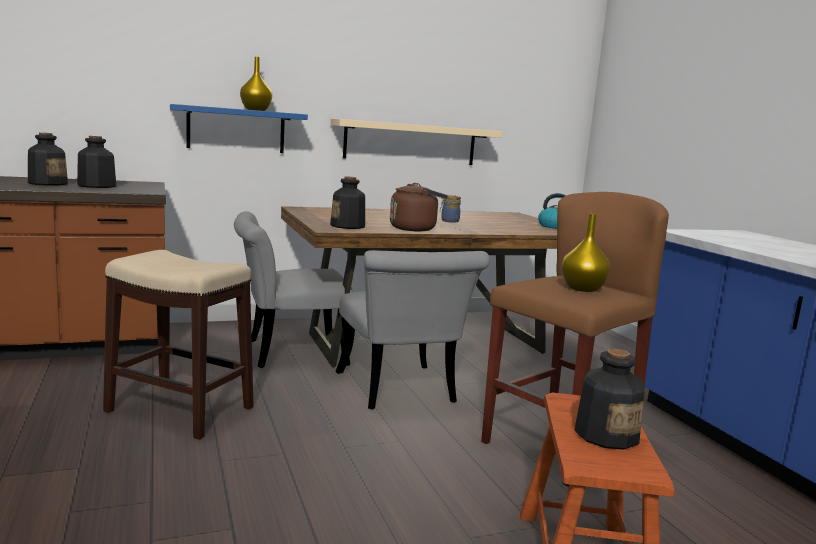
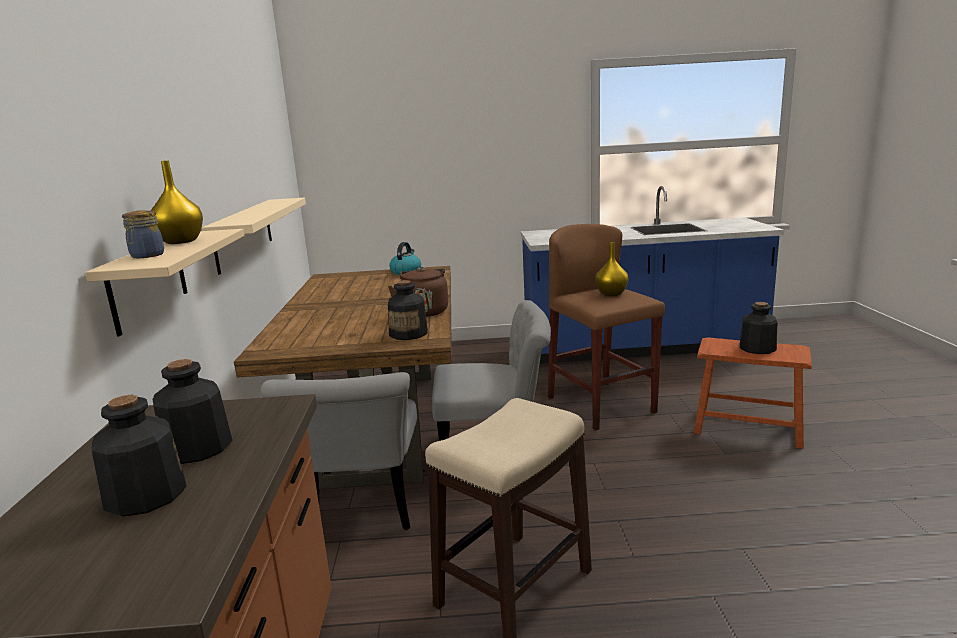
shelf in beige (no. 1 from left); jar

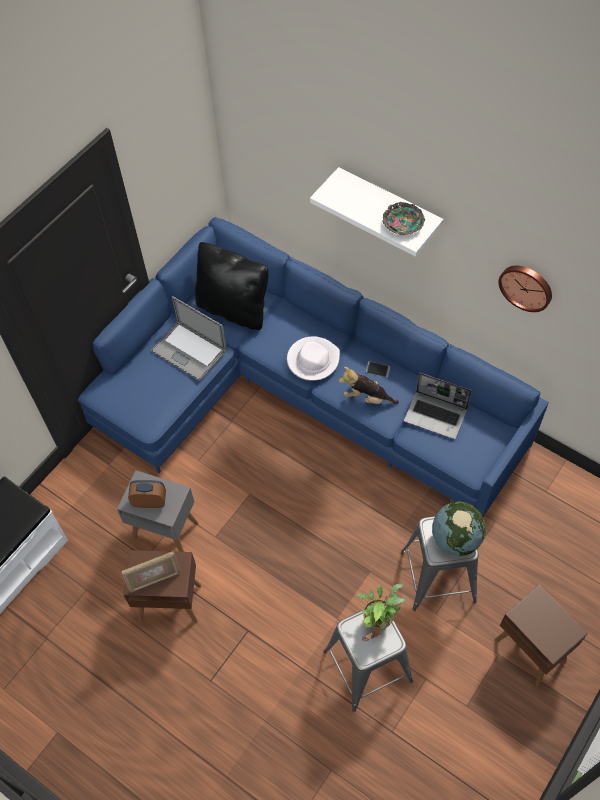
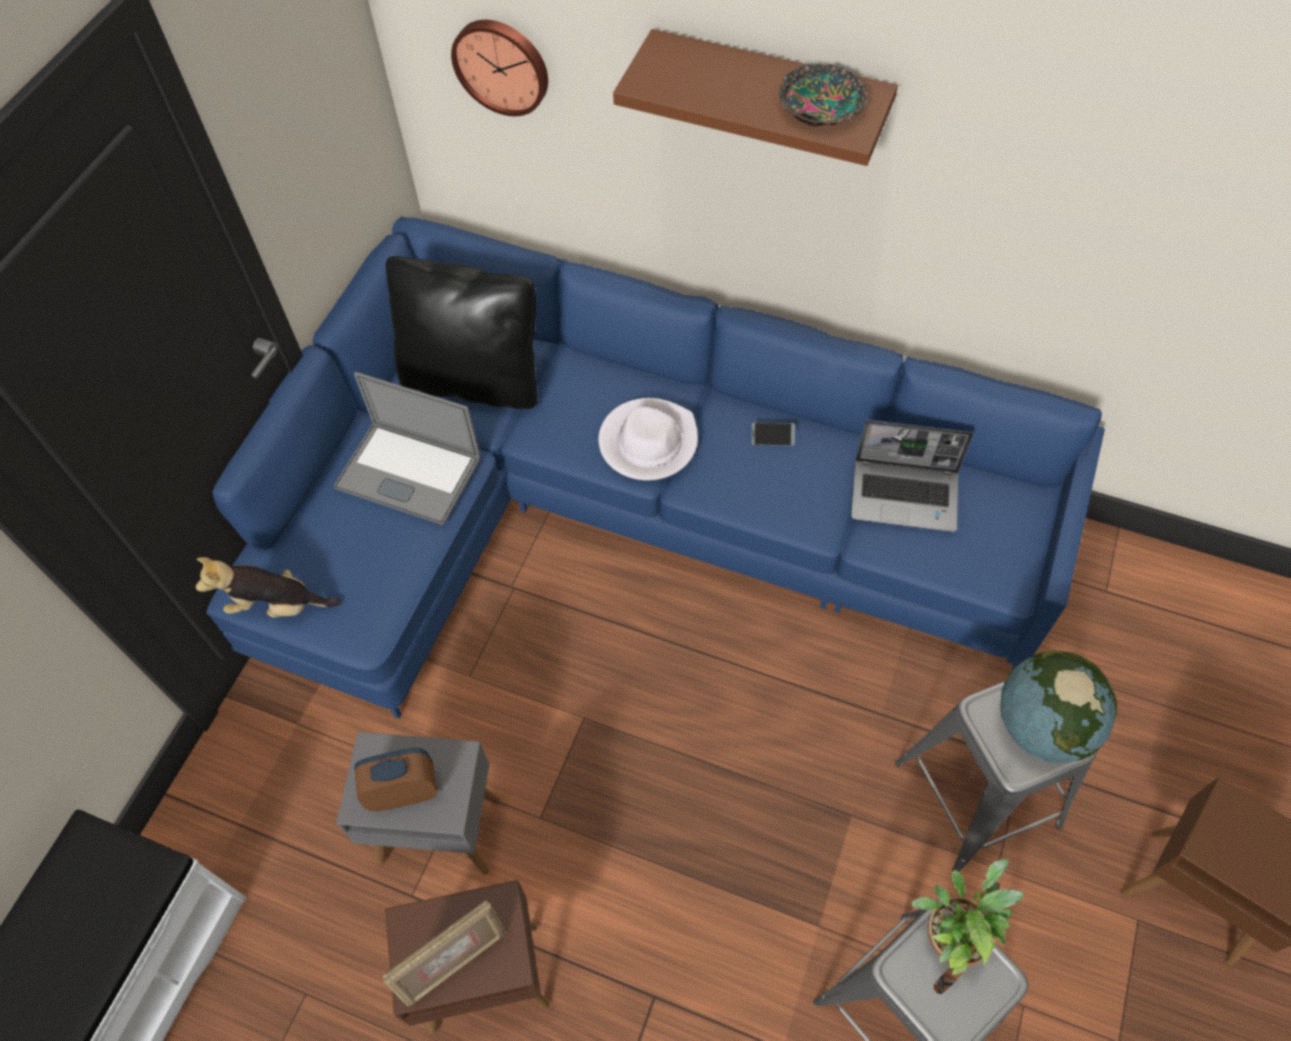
plush toy; wall clock; shelf in brown

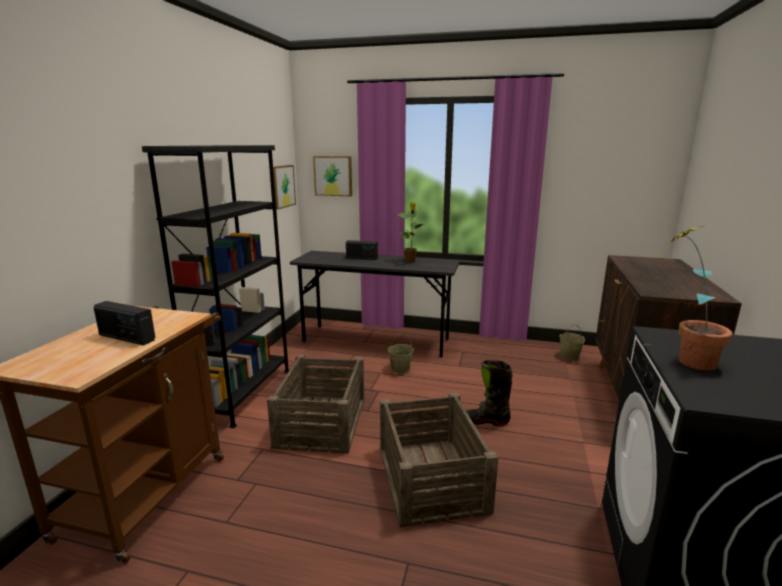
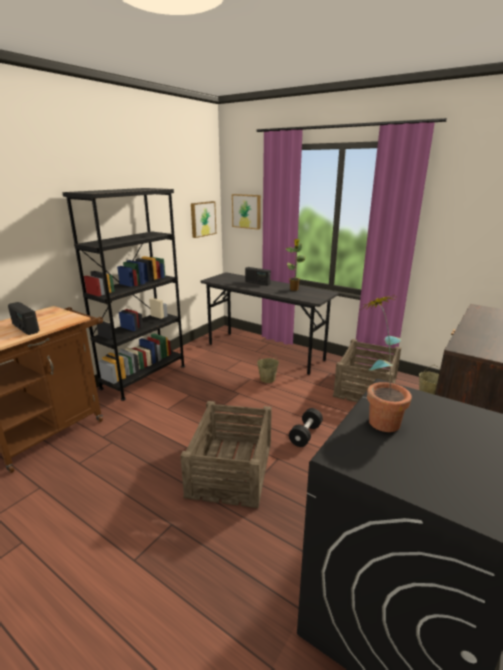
dumbbell in black; crate (no. 2 from left)

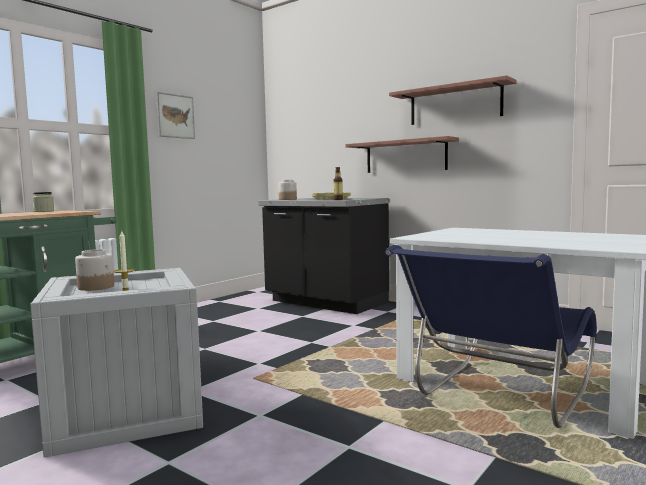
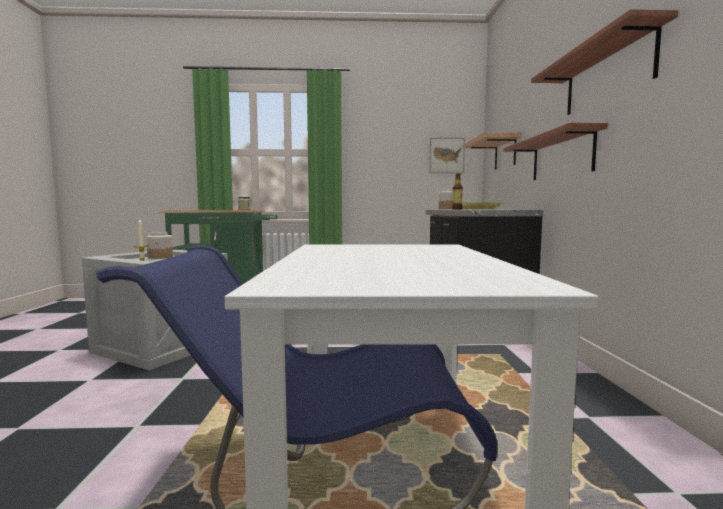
picture; shelf (no. 1 from left)

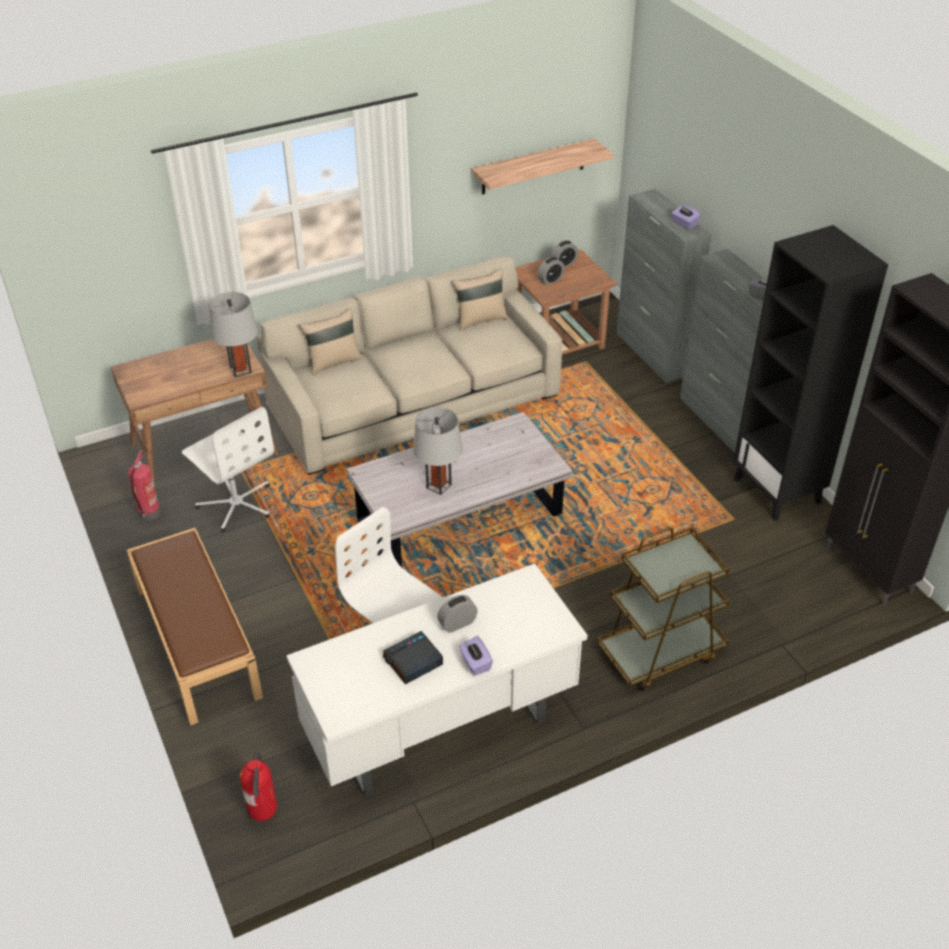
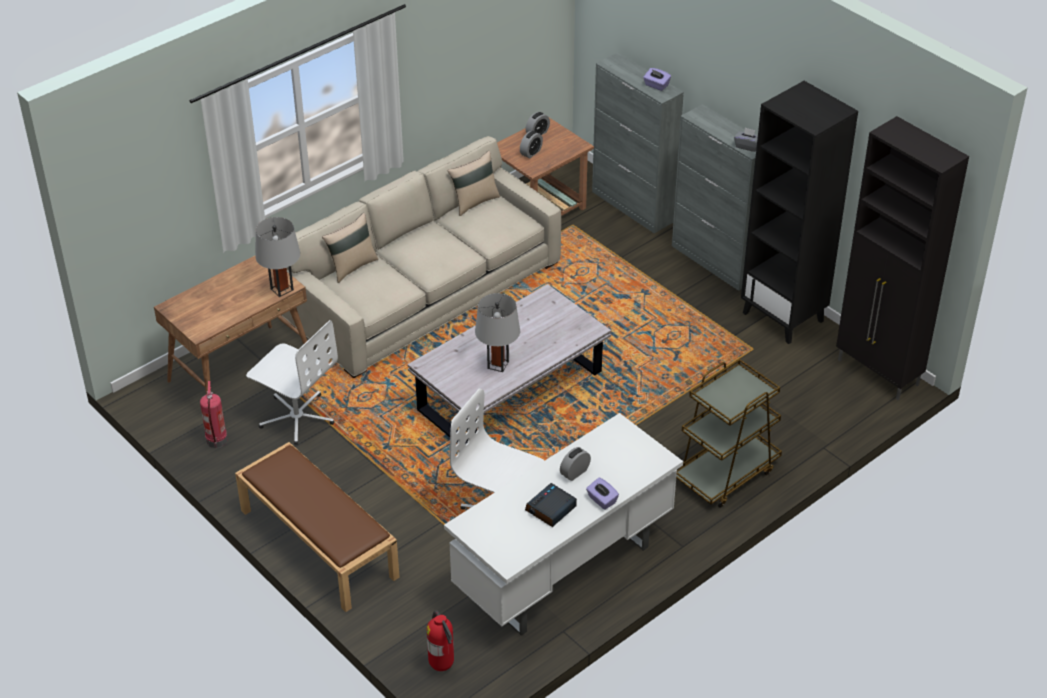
shelf

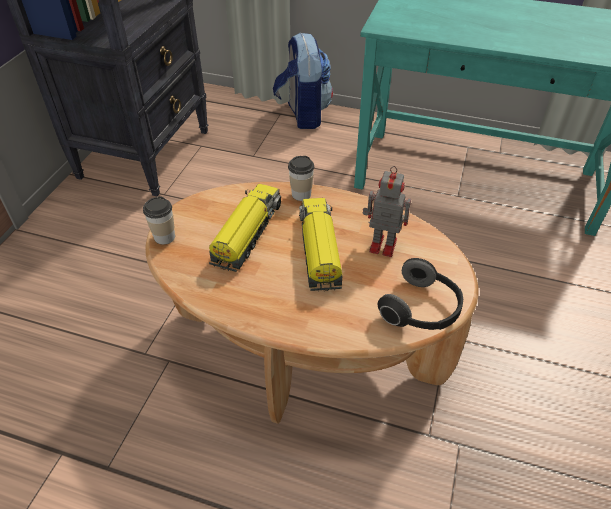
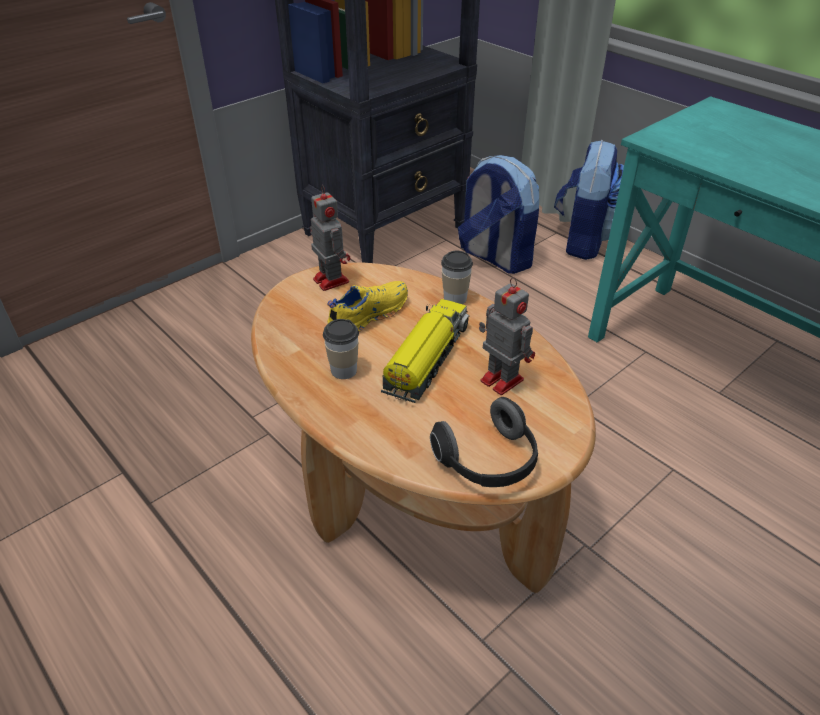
toy robot (no. 1 from left); cup (no. 1 from left); shoe in yellow; backpack (no. 1 from left)

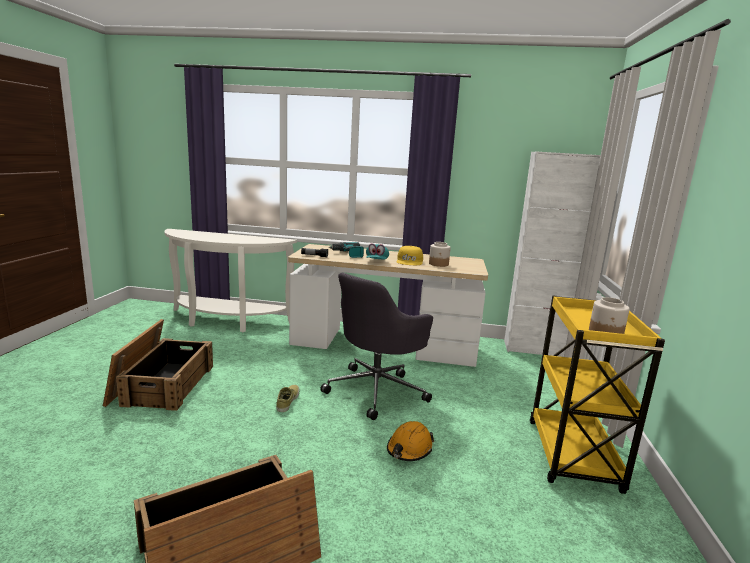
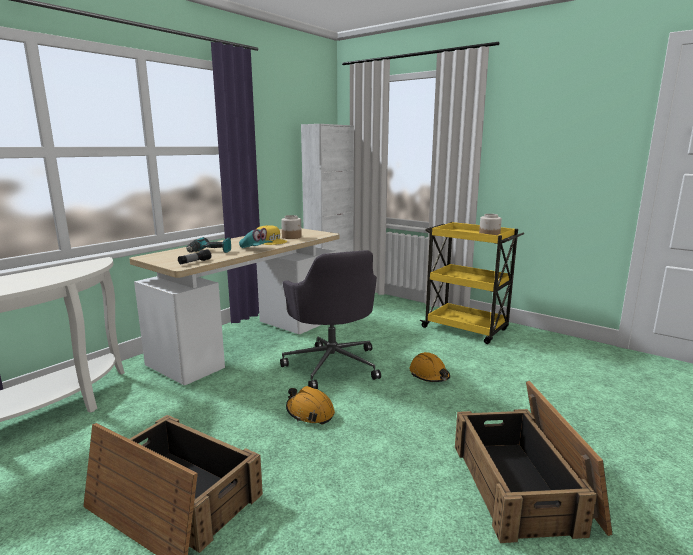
hard hat in orange (no. 1 from left)

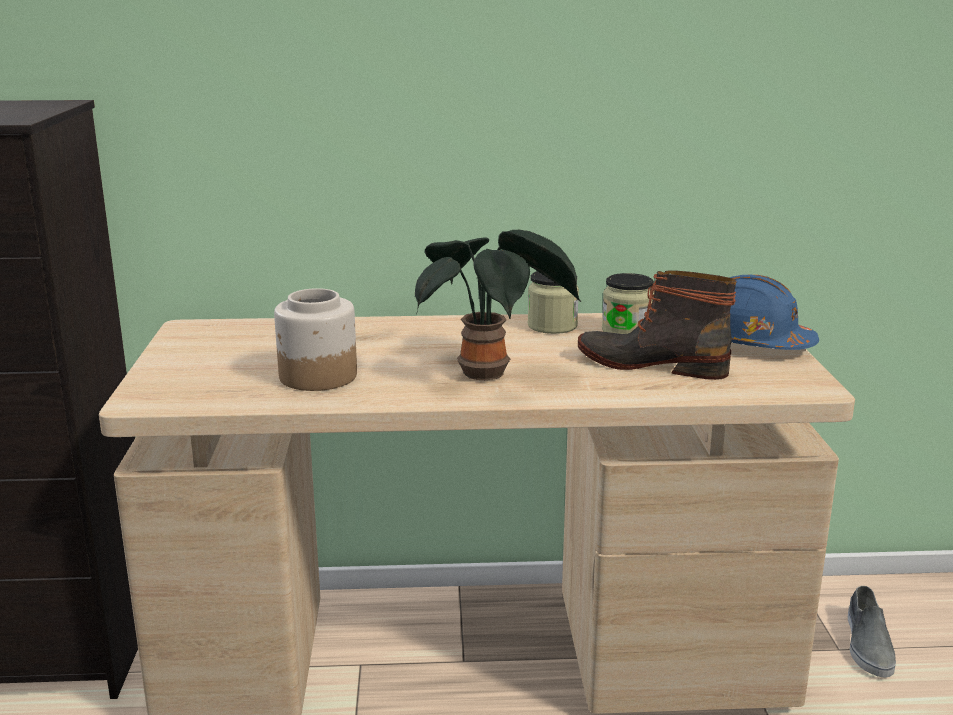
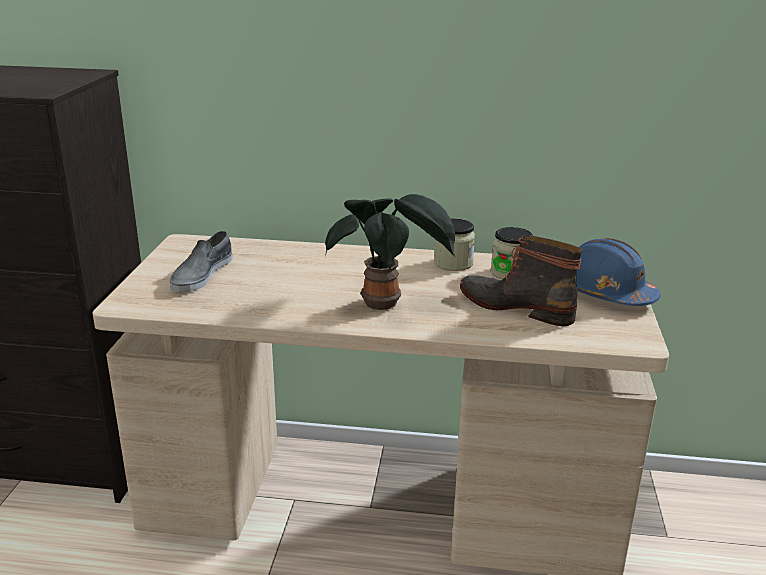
shoe in grey; jar (no. 1 from left in the first image)

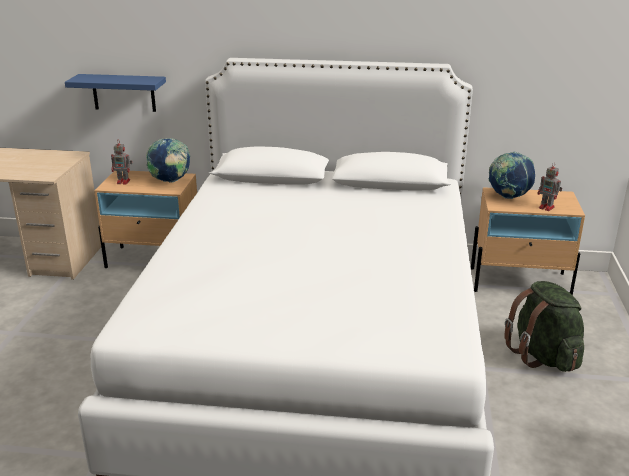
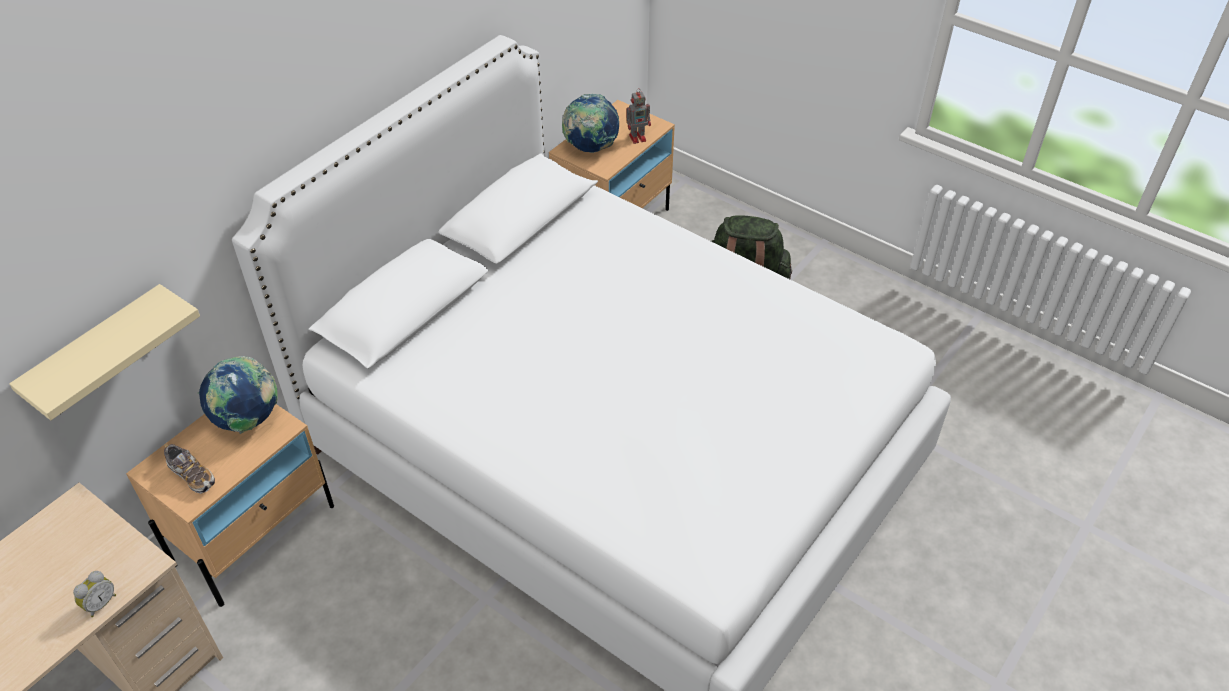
shelf in beige; alarm clock; shoe

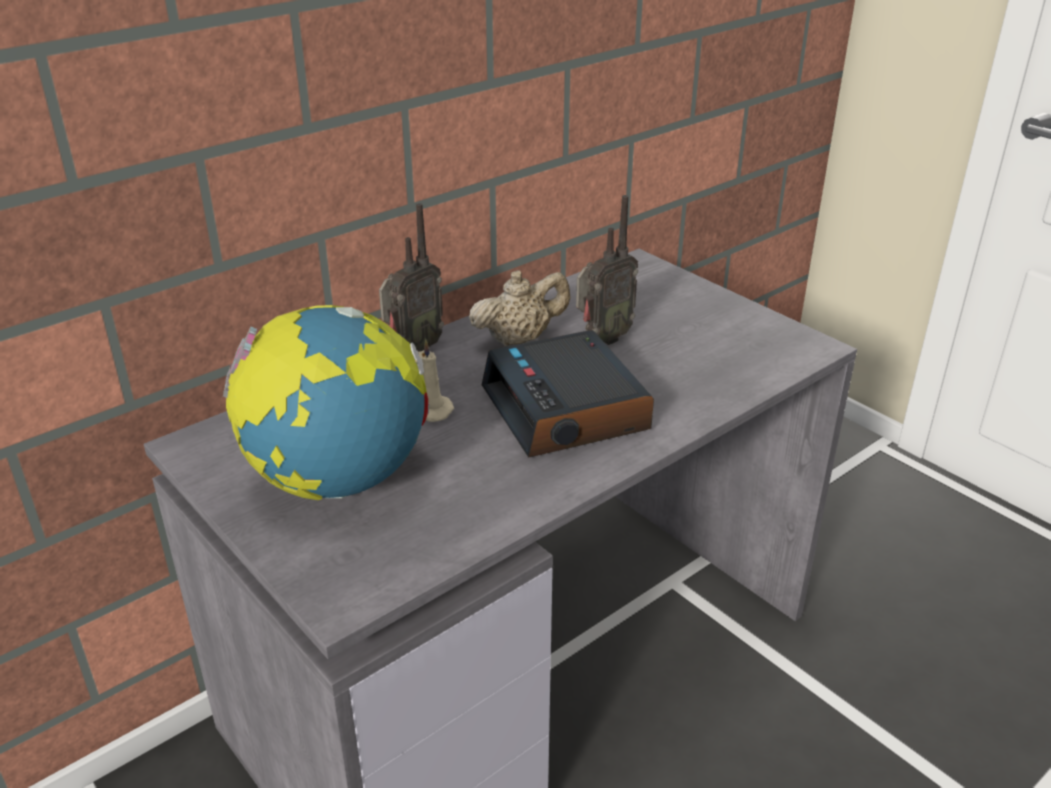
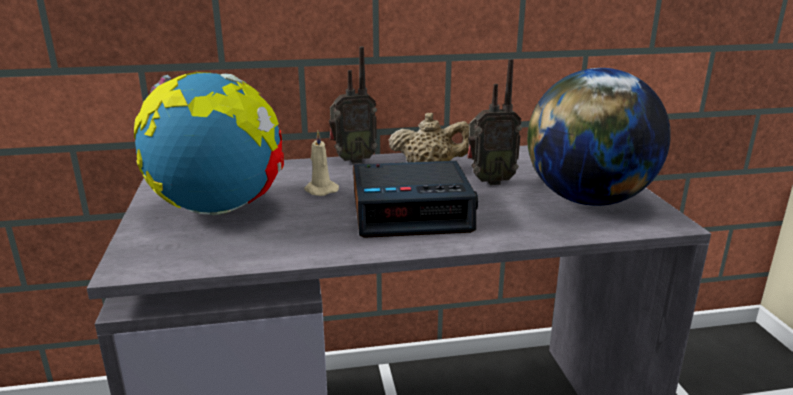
alarm clock; globe (no. 2 from left)

